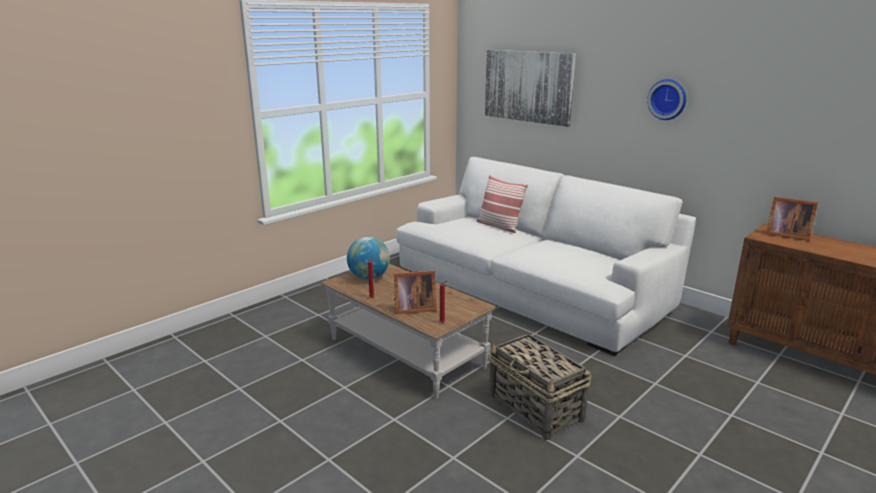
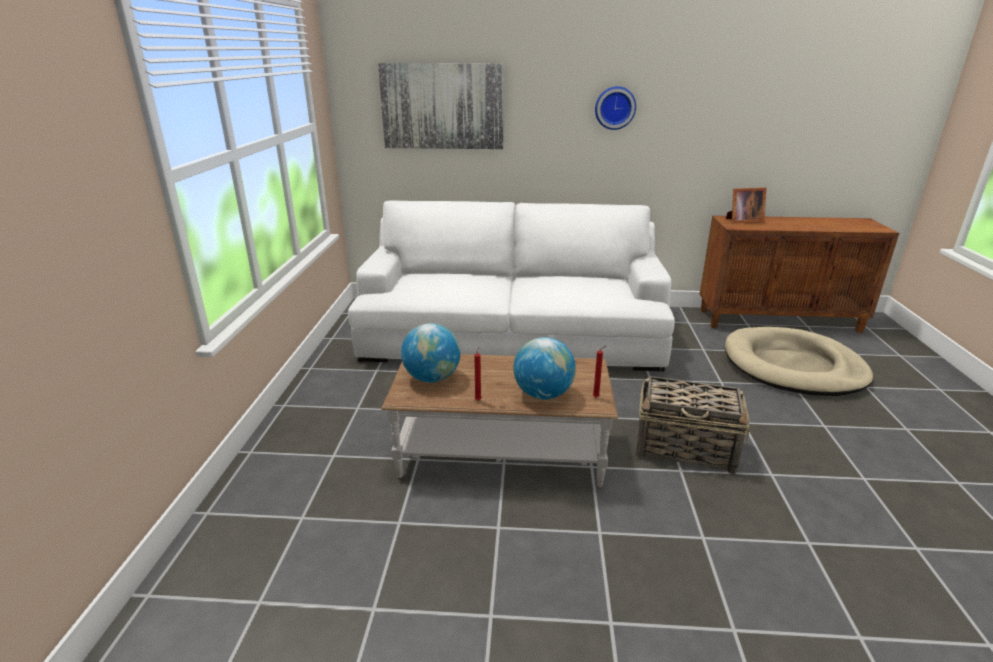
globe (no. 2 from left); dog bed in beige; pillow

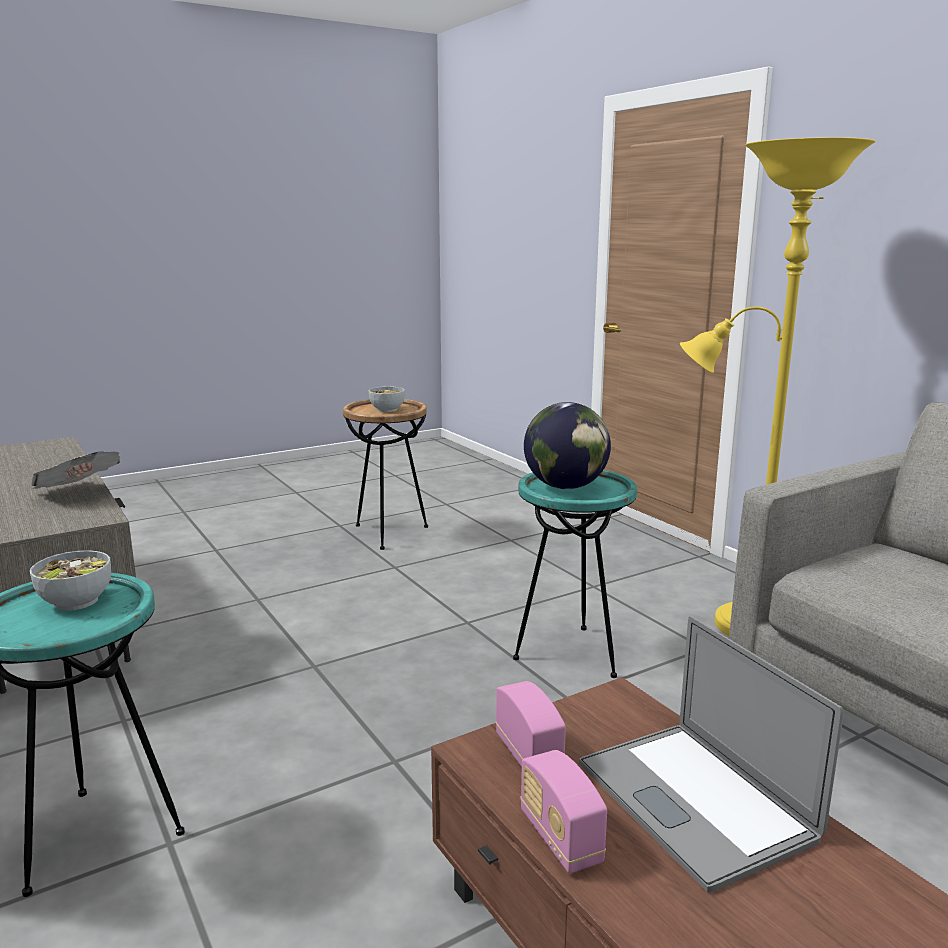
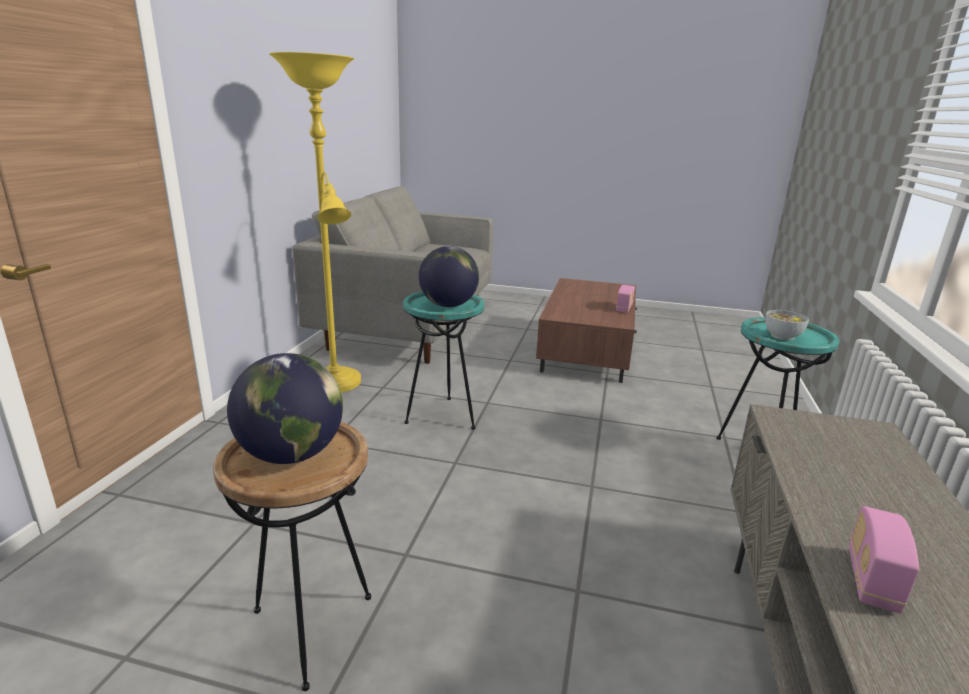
globe (no. 1 from left); radio (no. 2 from left); newspaper; laptop

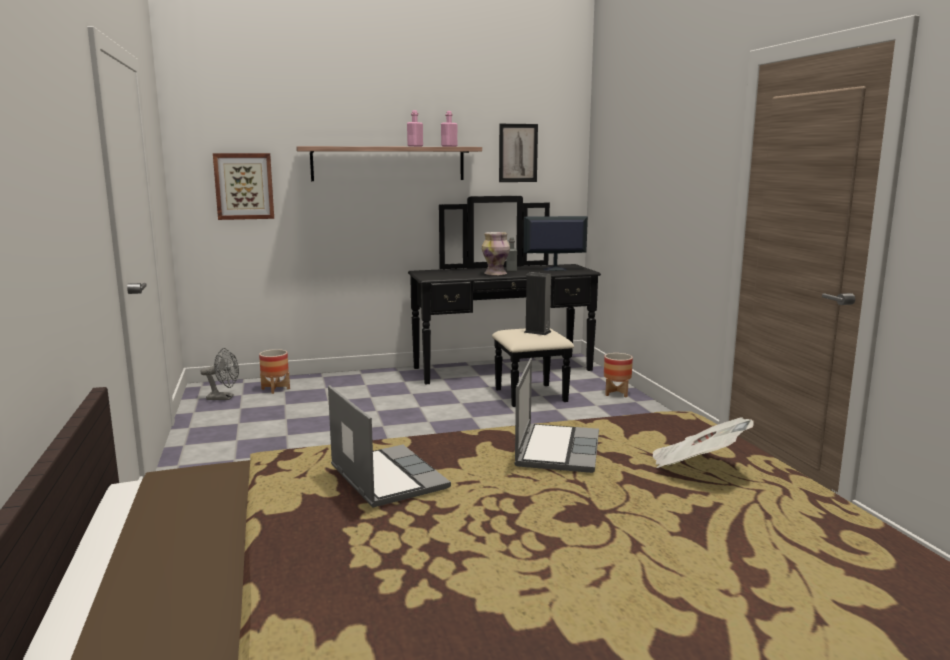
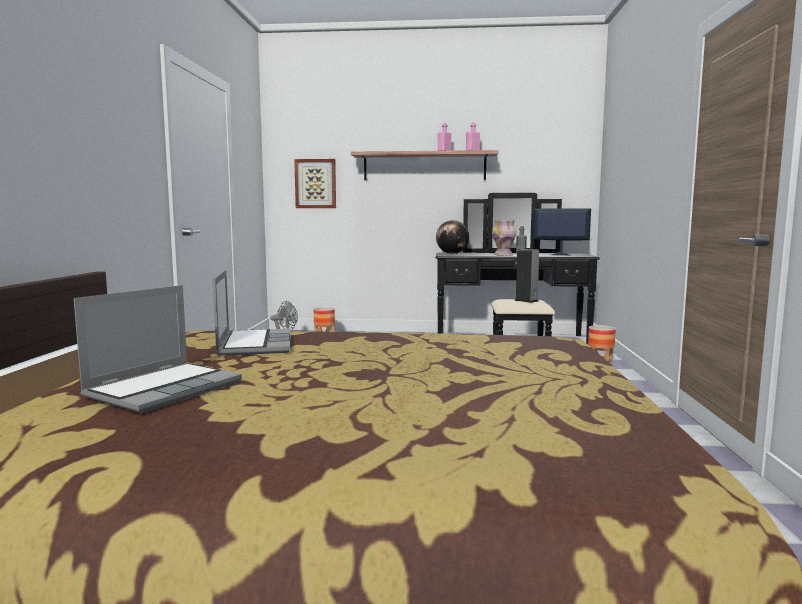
laptop (no. 1 from left); globe; picture (no. 2 from left in the first image); newspaper

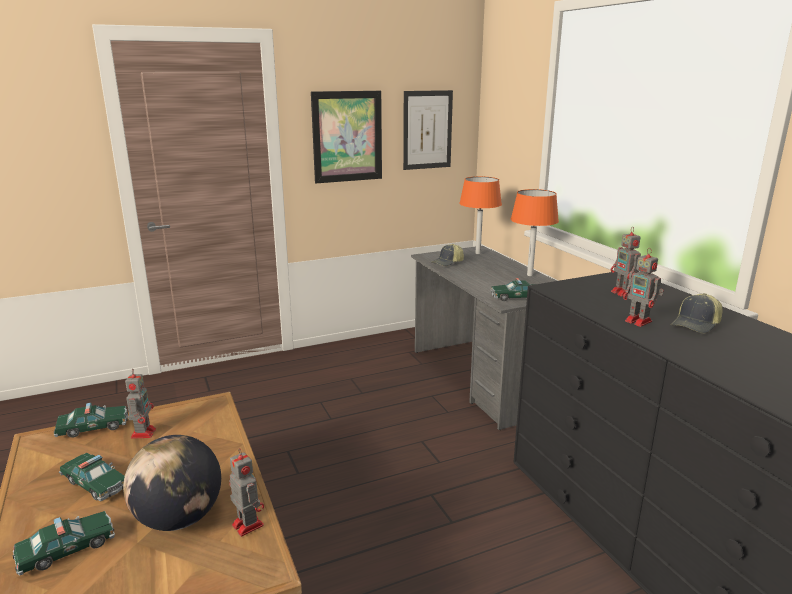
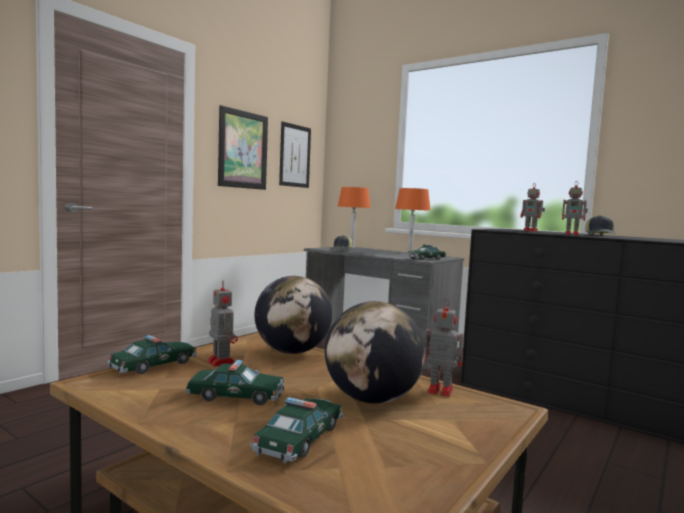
globe (no. 1 from left)

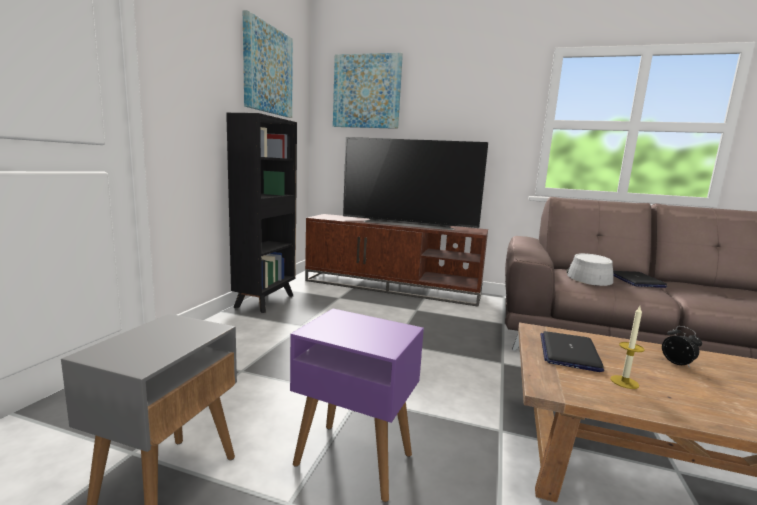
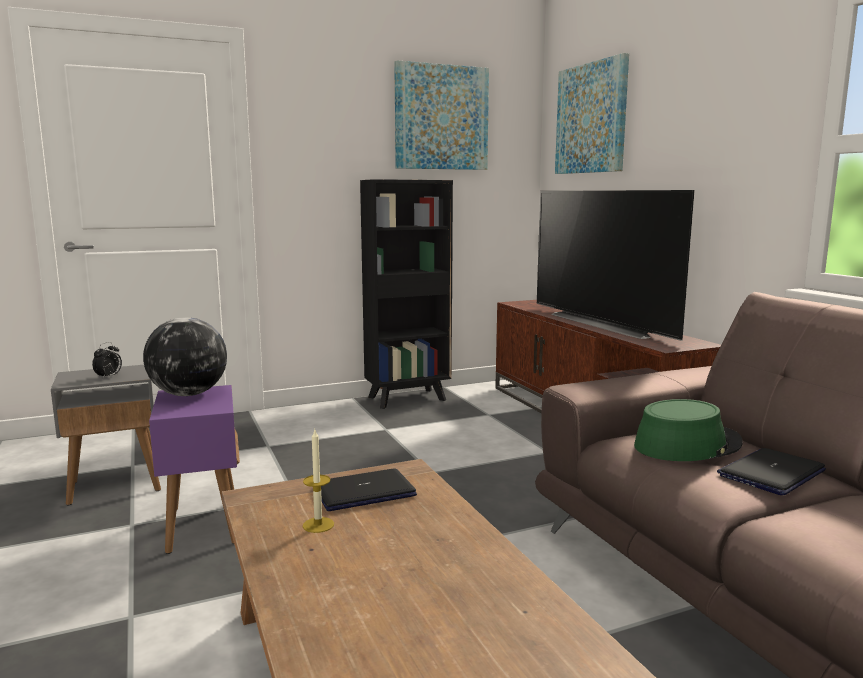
alarm clock; globe; hat in green

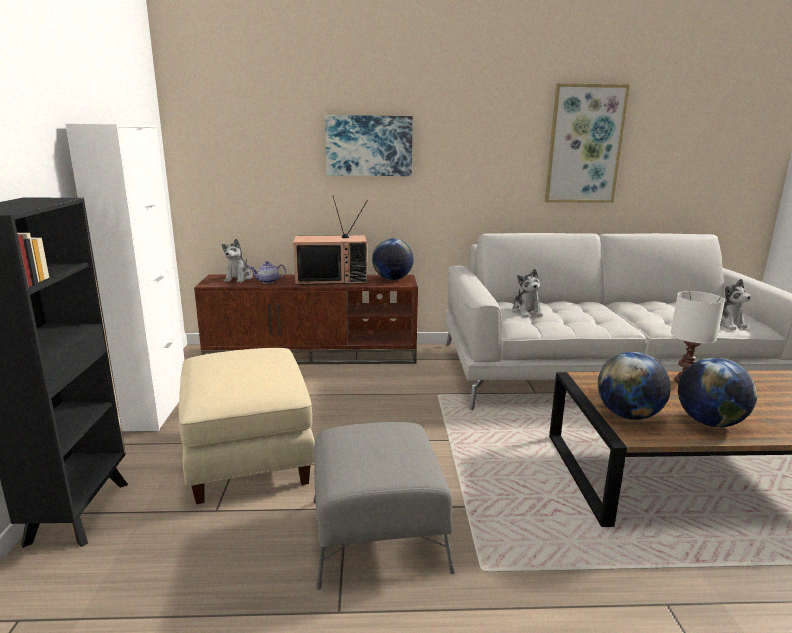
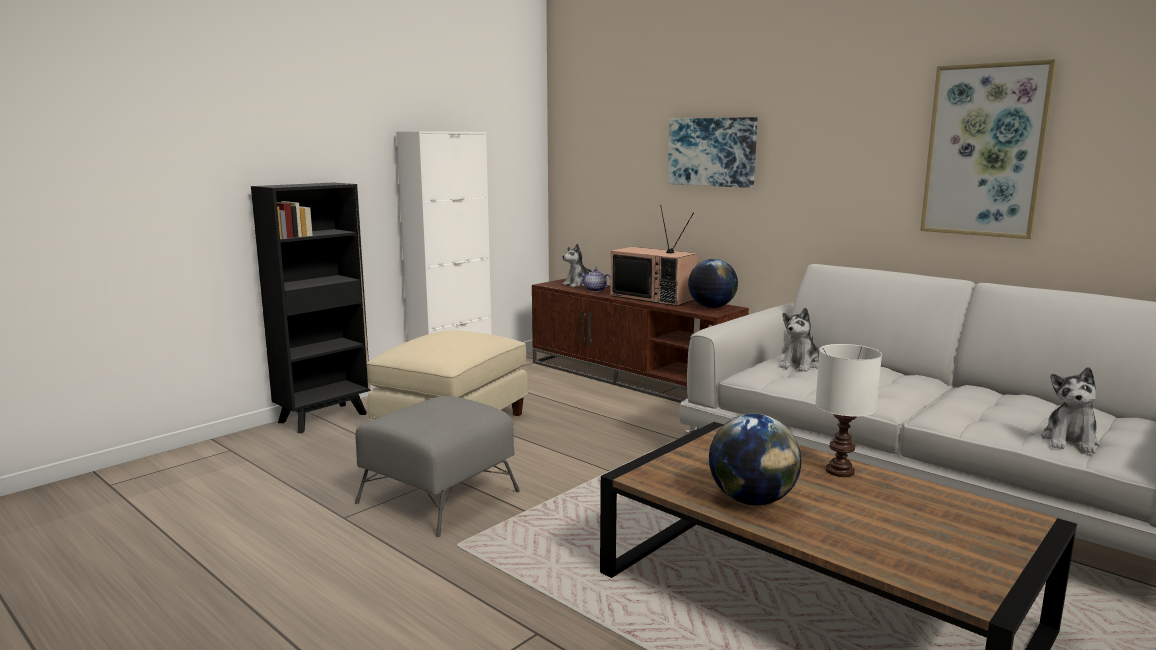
globe (no. 2 from left in the first image)

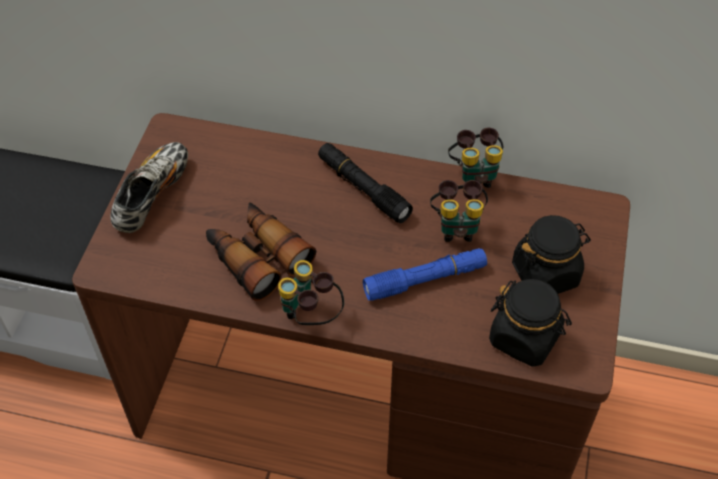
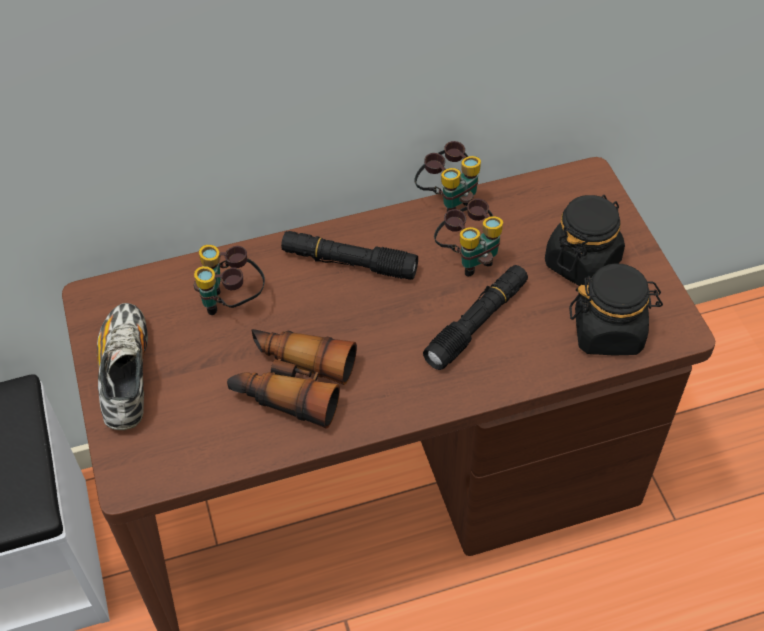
binoculars (no. 1 from left); flashlight in black (no. 2 from left)

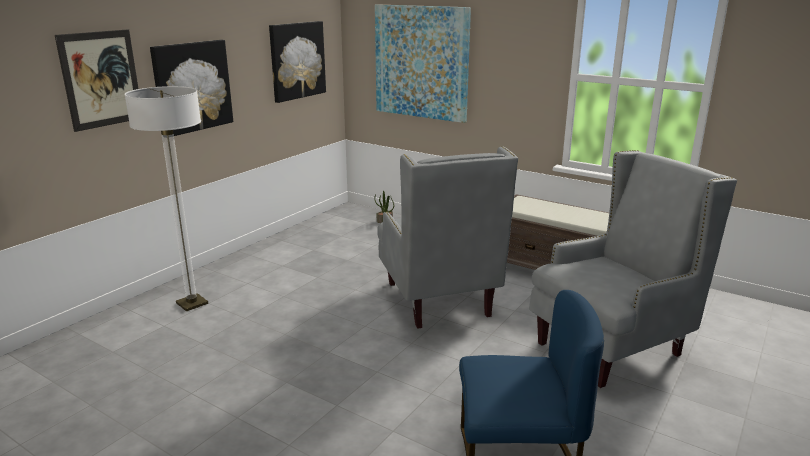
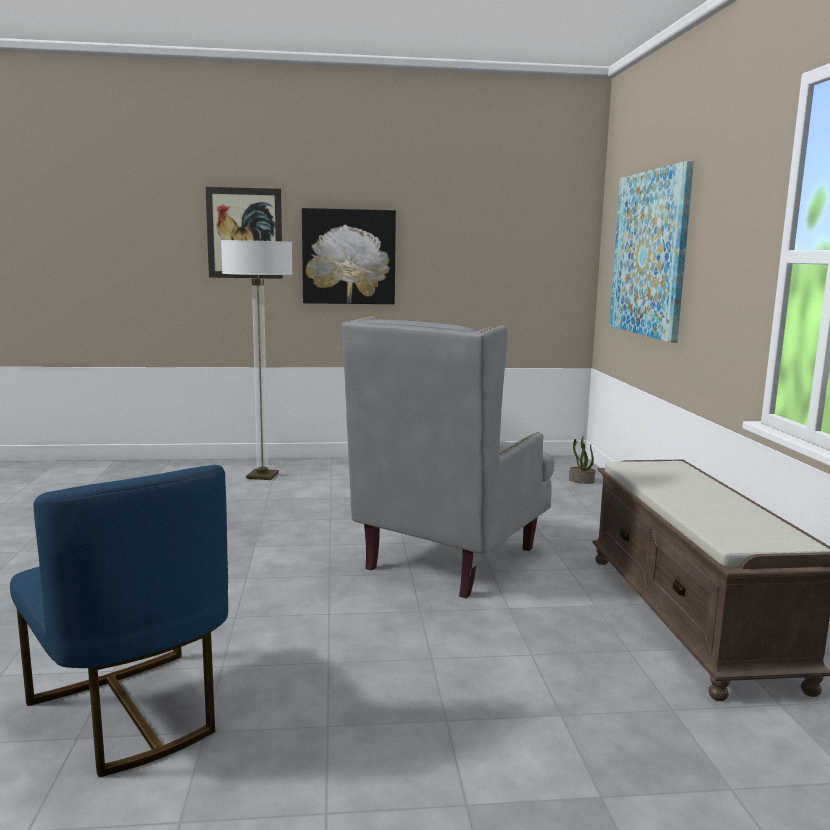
picture (no. 3 from left in the first image); armchair in grey (no. 2 from left in the first image)

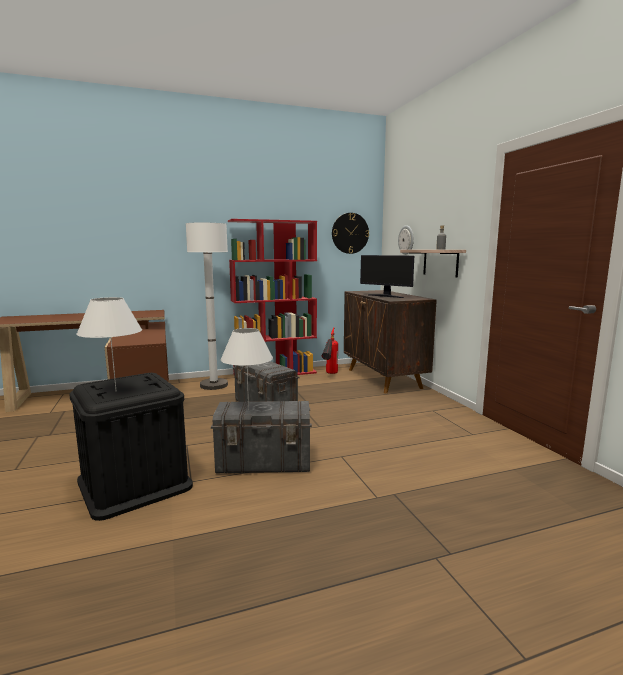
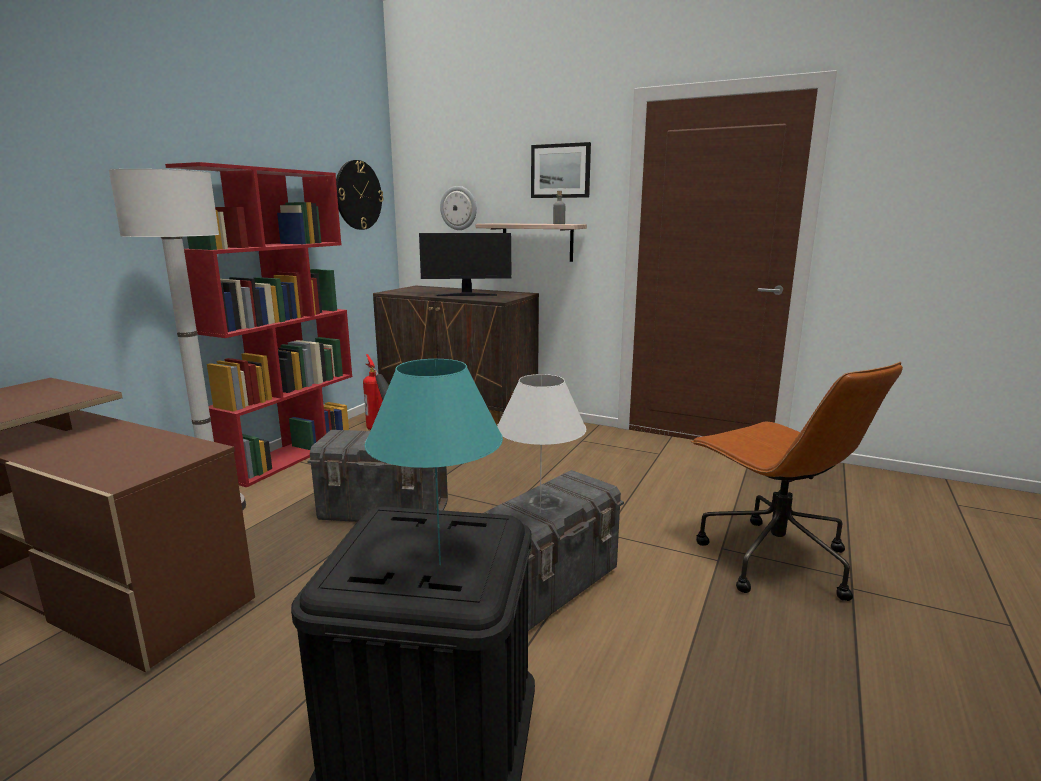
table lamp in turquoise; picture; office chair in brown

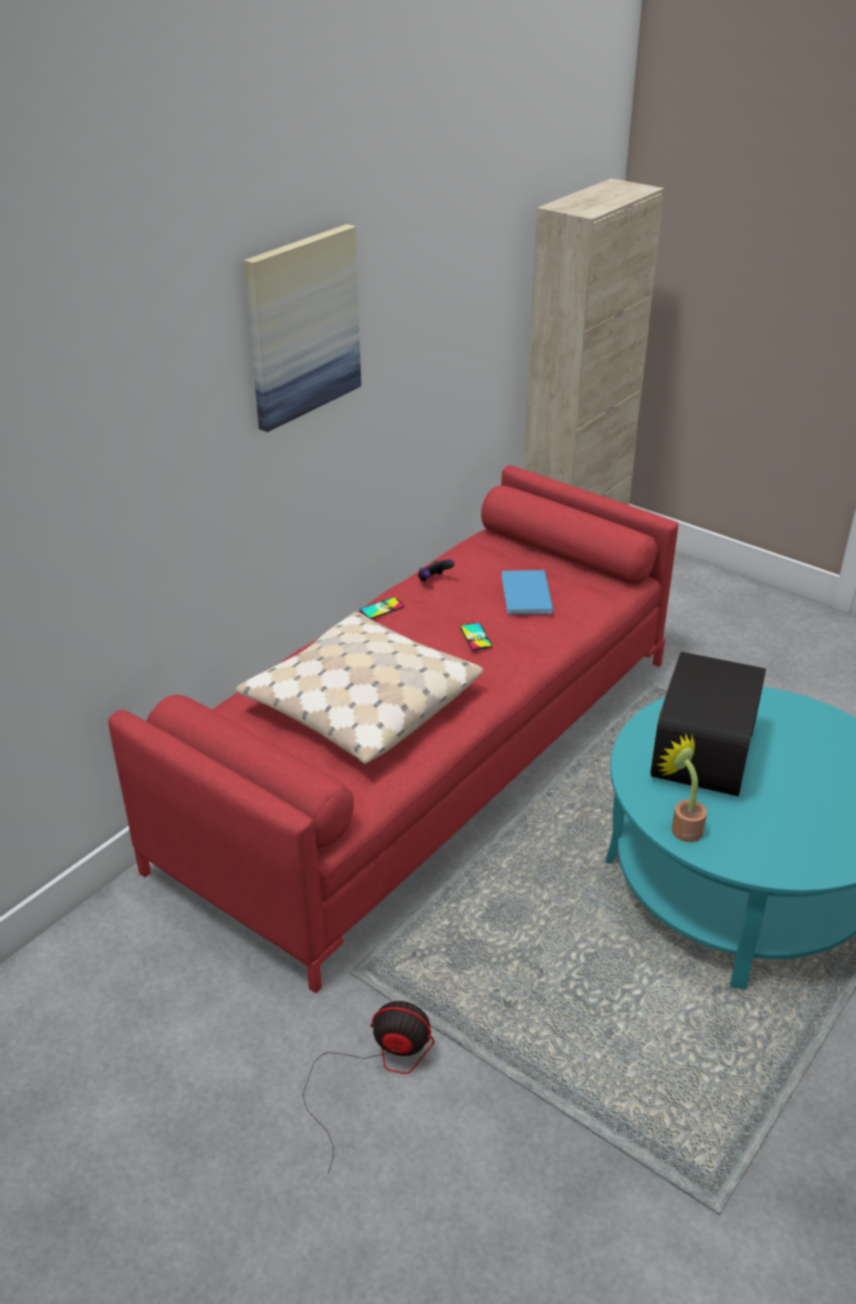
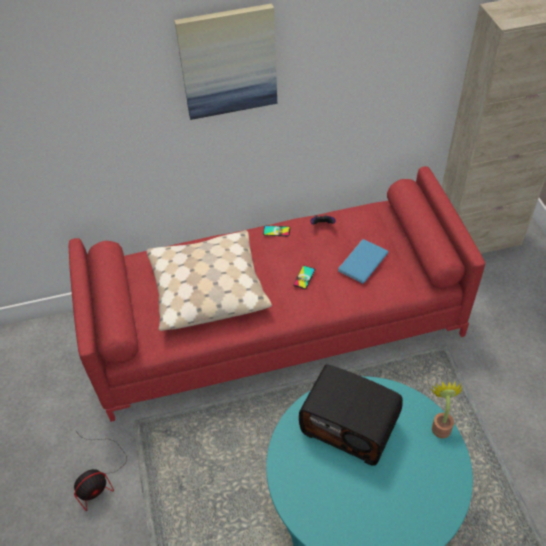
fan; radio; potted plant

